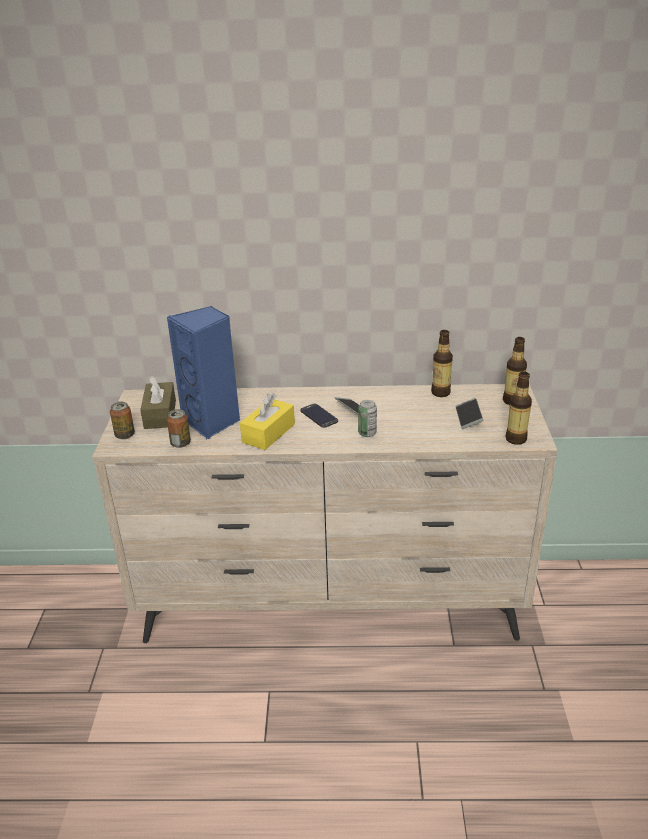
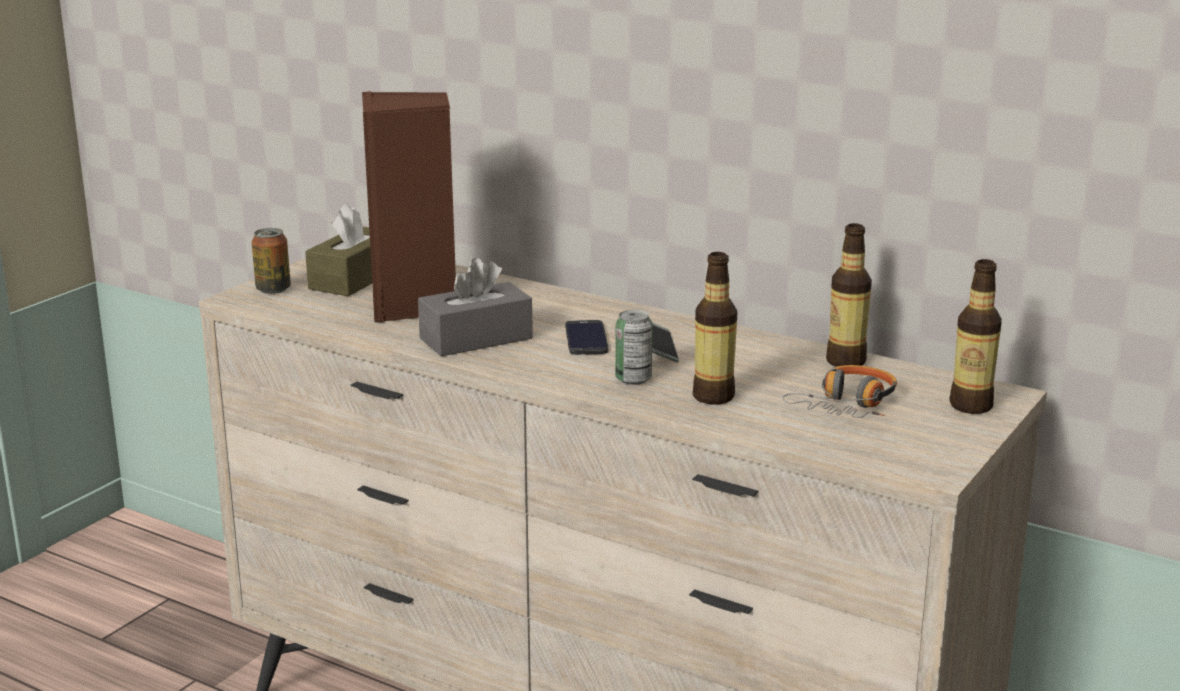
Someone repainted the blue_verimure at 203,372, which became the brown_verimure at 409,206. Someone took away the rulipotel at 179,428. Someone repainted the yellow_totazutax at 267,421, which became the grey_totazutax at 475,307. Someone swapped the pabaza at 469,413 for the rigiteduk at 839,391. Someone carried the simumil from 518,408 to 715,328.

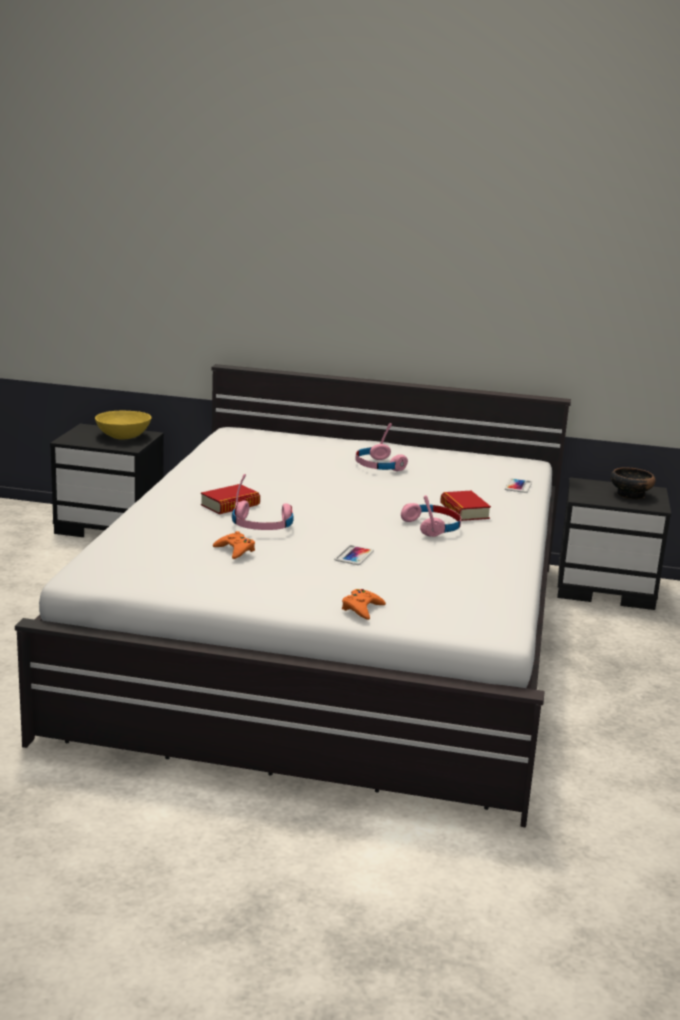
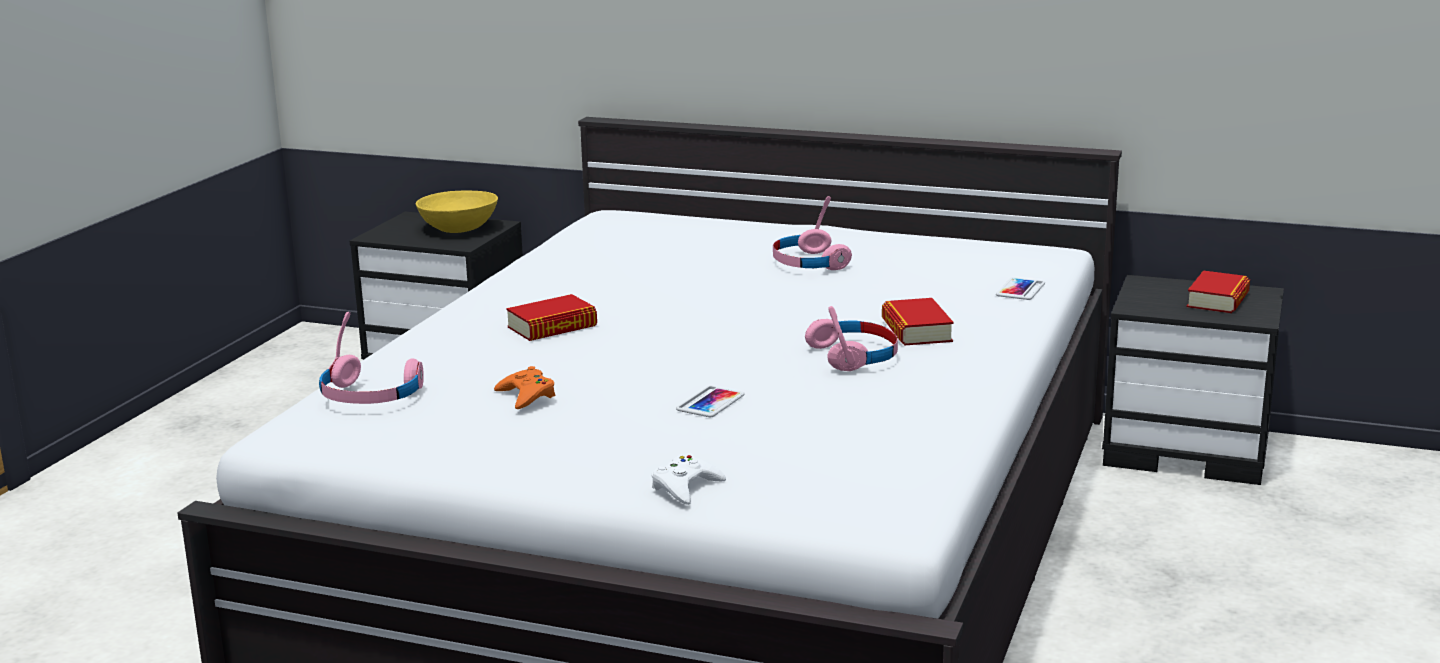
Someone carried the pink_rigiteduk from 263,502 to 371,358. Someone repainted the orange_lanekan at 364,604, which became the white_lanekan at 688,480. Someone swapped the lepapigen at 632,483 for the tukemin at 1218,291.

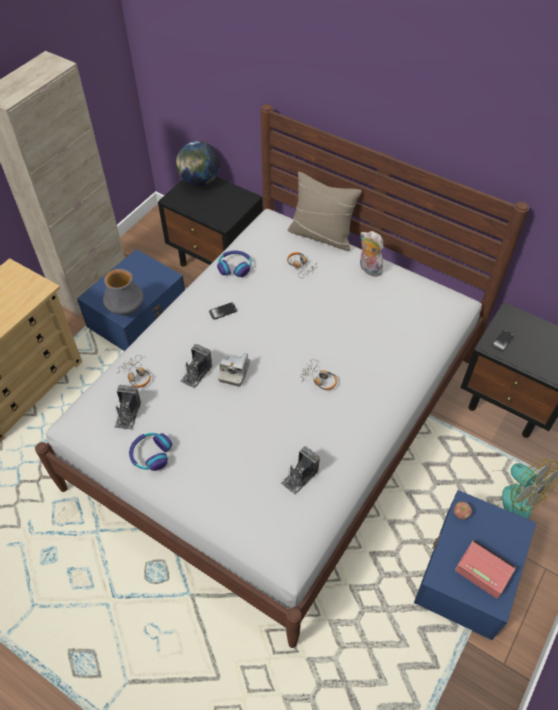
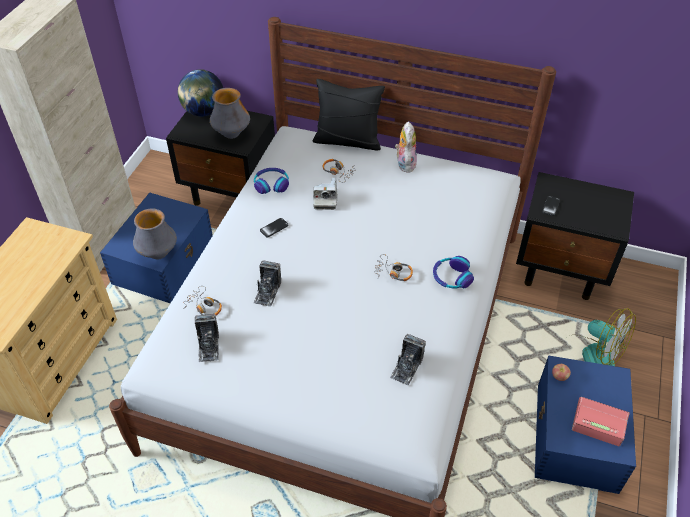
Someone carried the rigiteduk from 150,452 to 453,272. Someone carried the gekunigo from 234,370 to 325,194. Someone repainted the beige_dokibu at 325,211, which became the black_dokibu at 348,114. Someone rotated the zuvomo at 371,254 by 60 degrees clockwise. Someone put down the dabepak at 230,113.

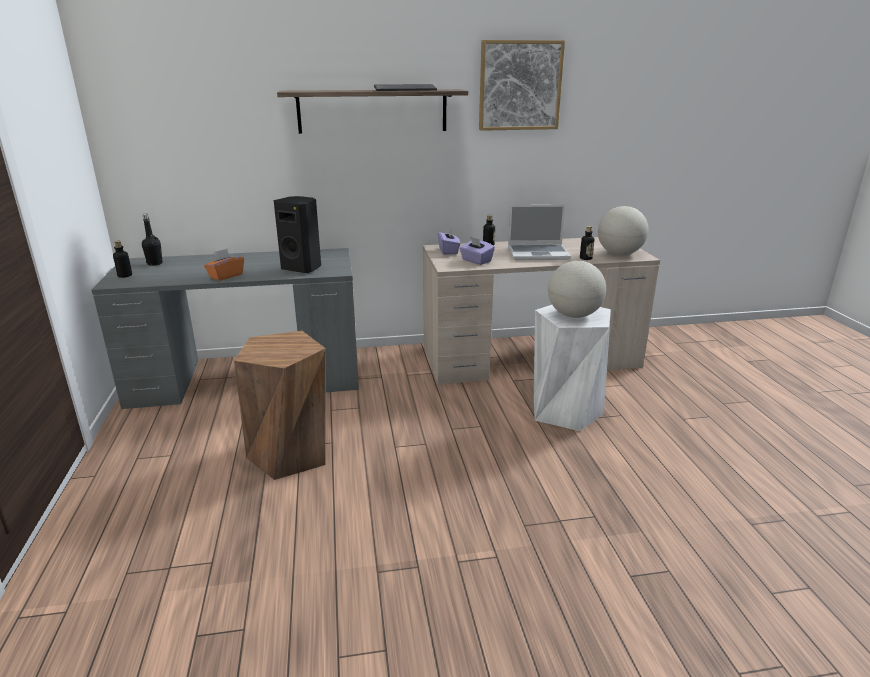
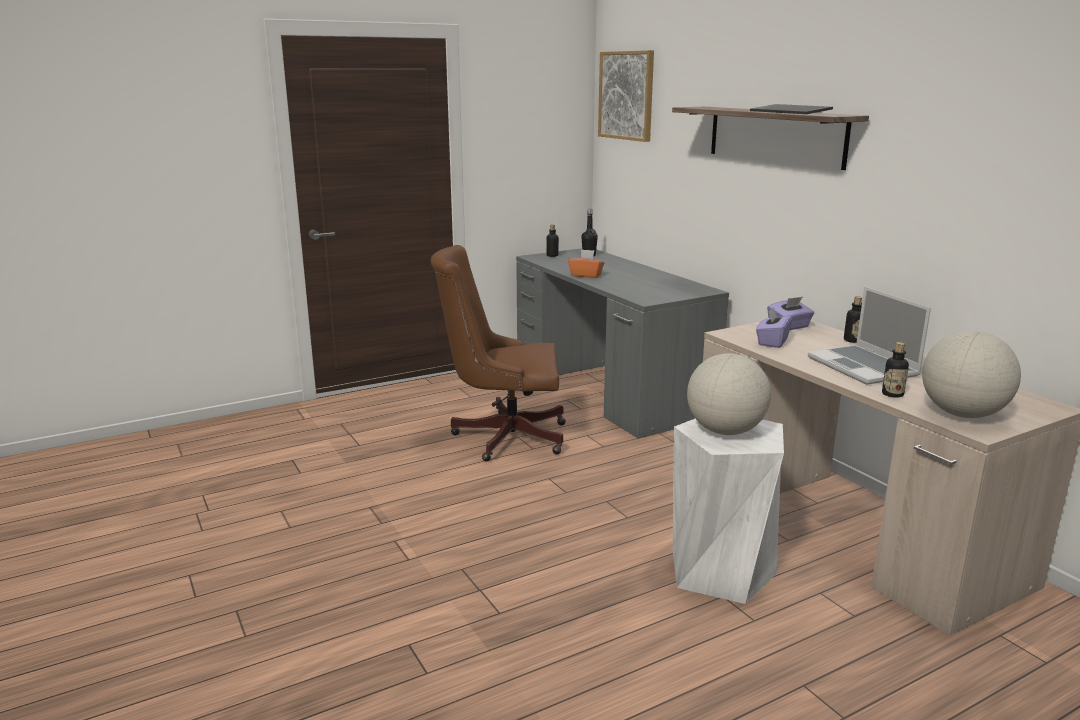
Someone swapped the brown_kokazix at 280,405 for the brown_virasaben at 498,353. Someone took away the black_verimure at 297,234. Someone carried the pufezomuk from 522,85 to 626,96.

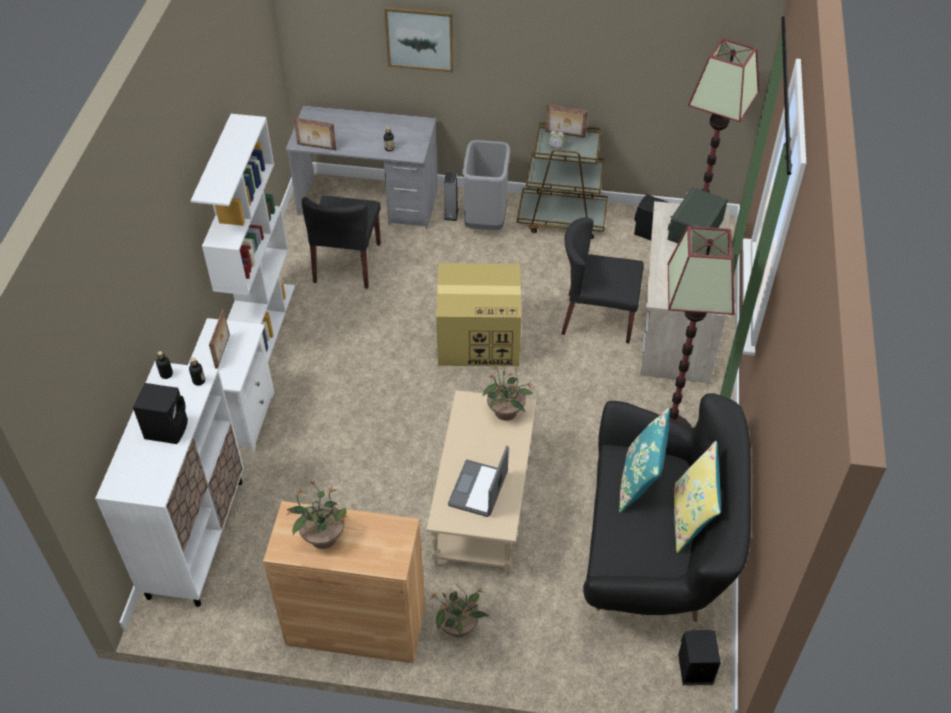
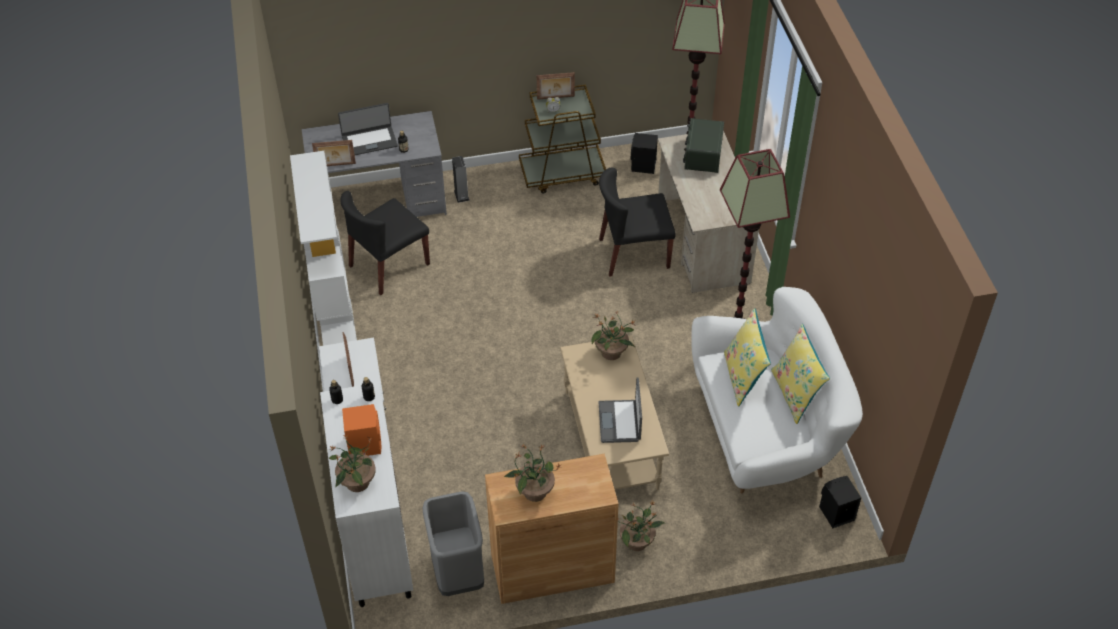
Someone repainted the black_verimure at 160,413, which became the orange_verimure at 361,430. Someone rotated the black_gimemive at 341,242 by 60 degrees clockwise. Someone took away the pufezomuk at 419,39. Someone took away the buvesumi at 478,314. Someone carried the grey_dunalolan from 486,185 to 453,543. Someone repainted the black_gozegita at 667,507, which became the white_gozegita at 777,390. Someone repainted the turquoise_dokibu at 644,460, which became the yellow_dokibu at 747,357. Someone put down the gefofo at 352,463. Someone put down the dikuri at 368,129.

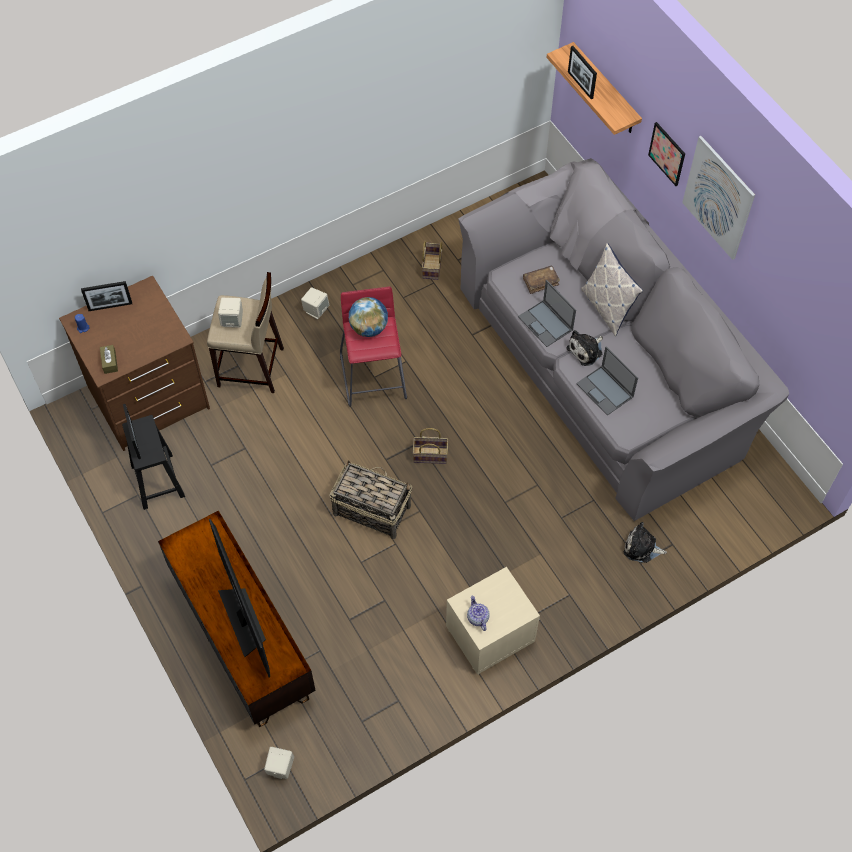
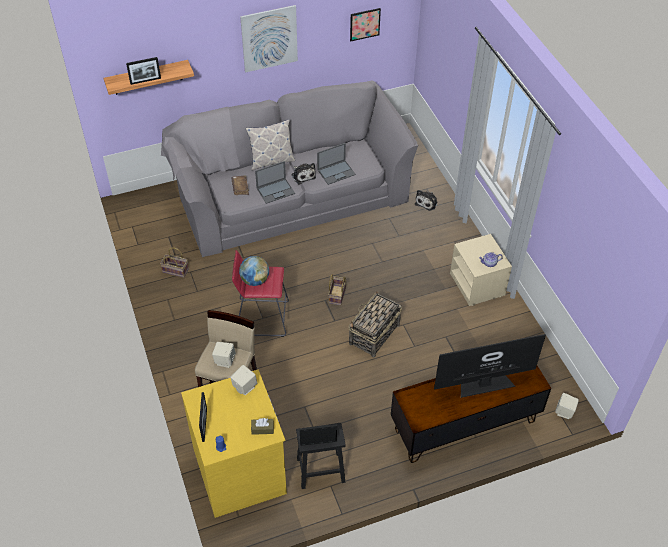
Someone repainted the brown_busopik at 134,363, which became the yellow_busopik at 234,444. Someone carried the beige_verimure from 315,303 to 243,380. Someone carried the pufezomuk from 666,154 to 365,24.

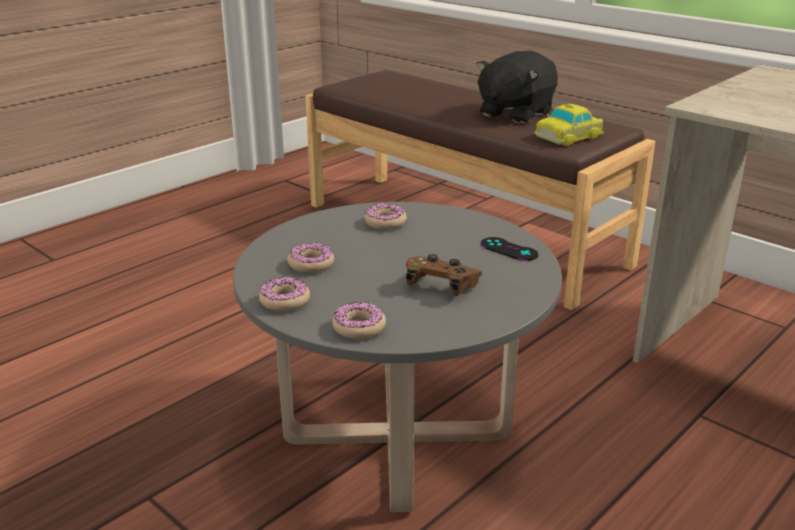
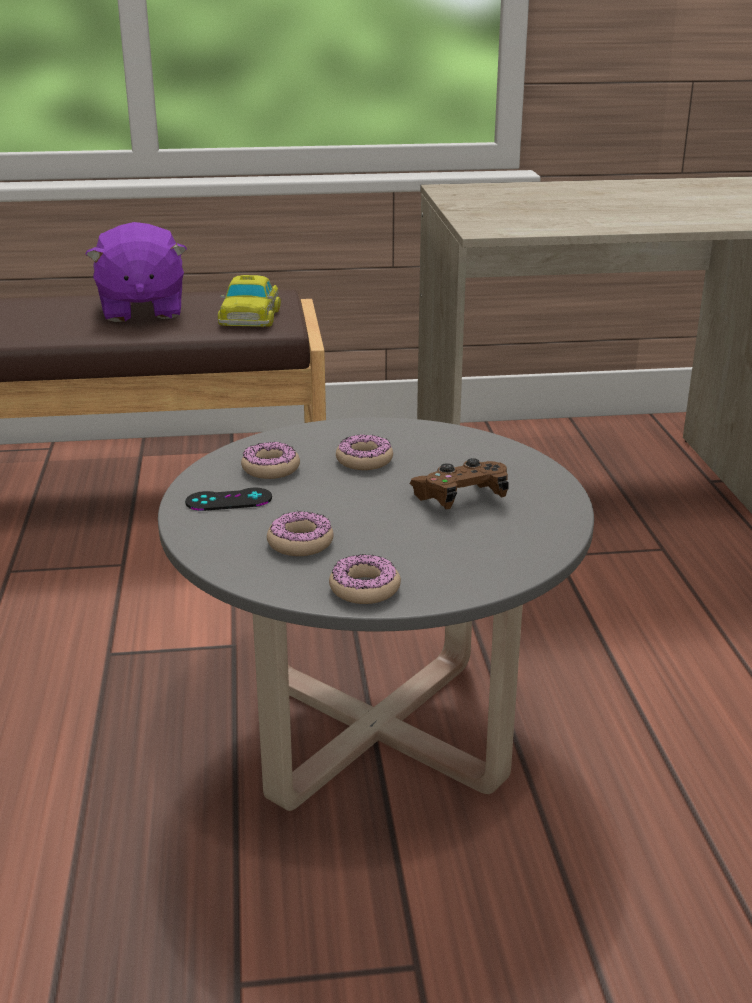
Someone carried the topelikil from 359,320 to 364,452. Someone repainted the black_zuvomo at 517,87, which became the purple_zuvomo at 136,272. Someone carried the black_lanekan from 509,249 to 228,499.

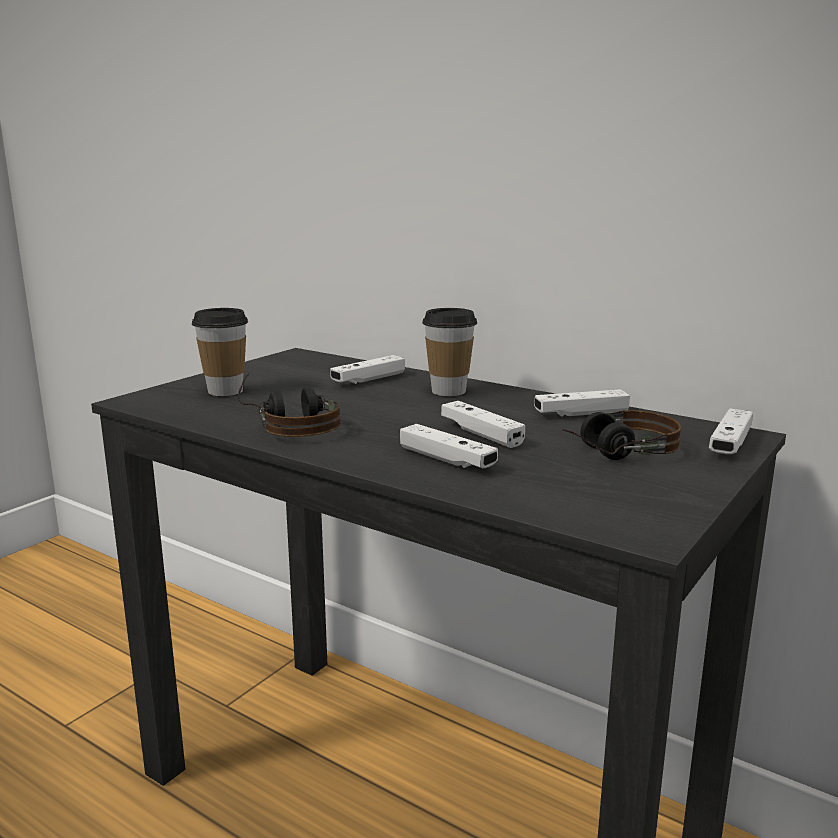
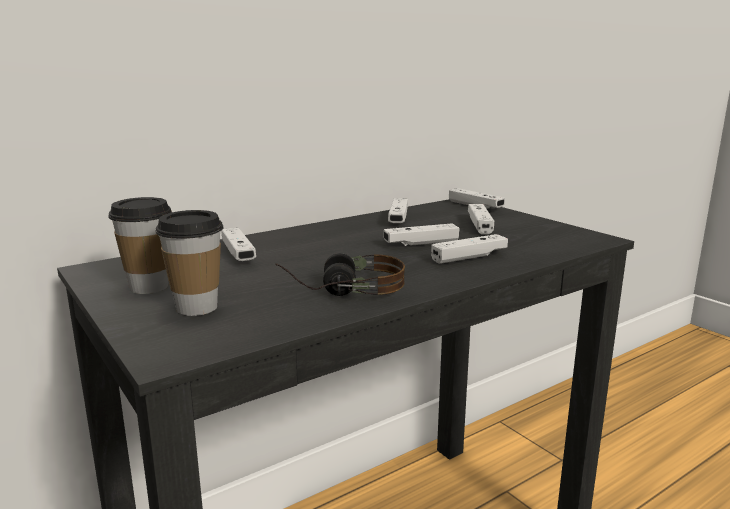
Someone carried the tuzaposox from 449,352 to 140,245. Someone swapped the rigiteduk at 621,435 for the white_lanekan at 481,219.

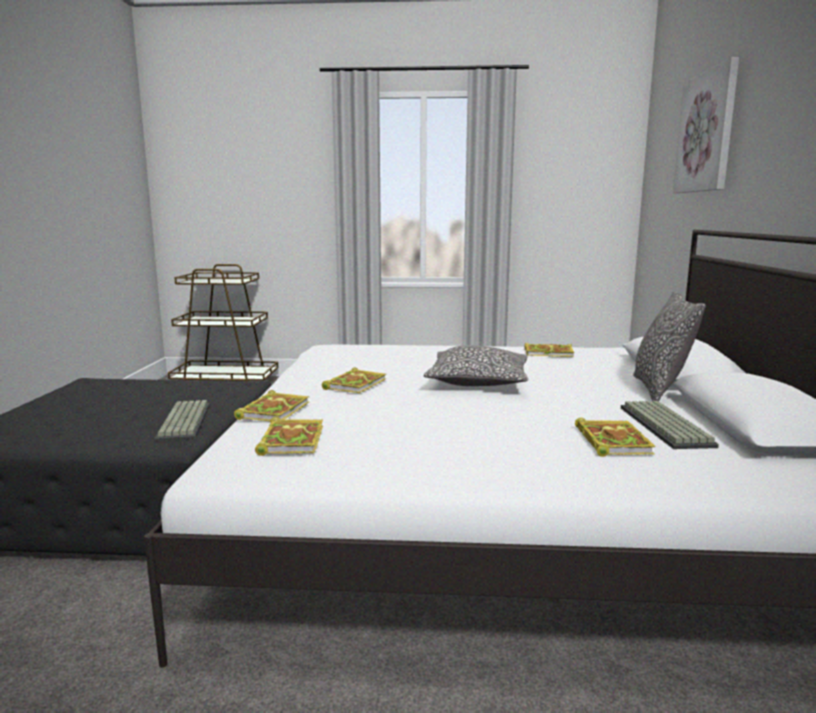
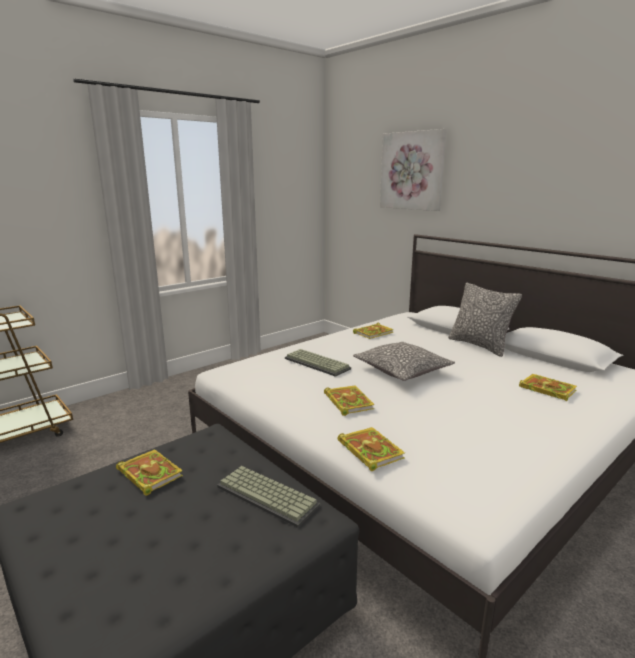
Someone carried the tukemin from 289,436 to 149,472. Someone carried the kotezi from 670,425 to 318,363.

